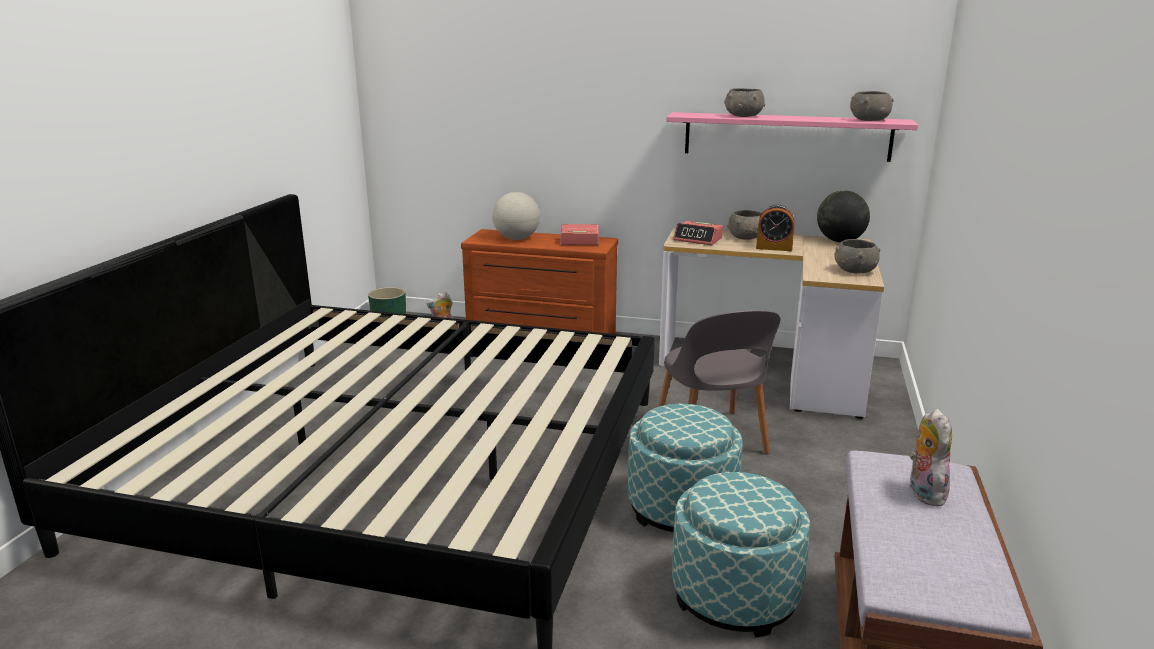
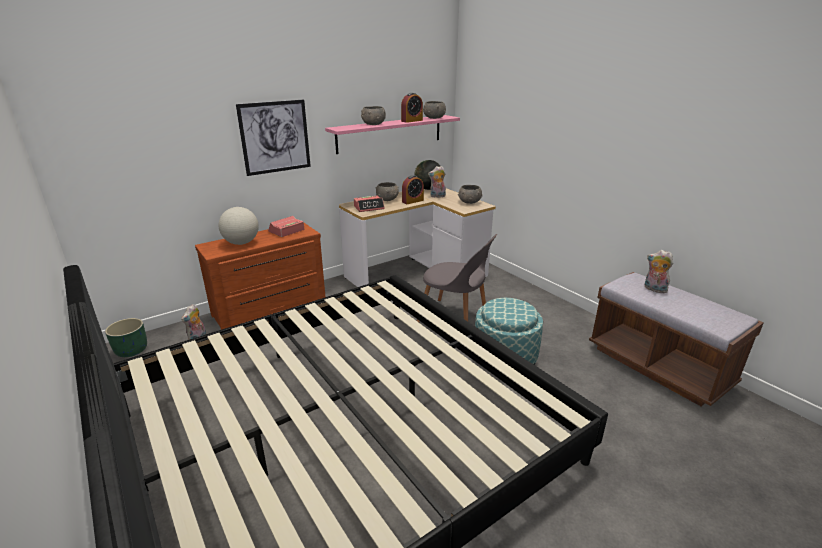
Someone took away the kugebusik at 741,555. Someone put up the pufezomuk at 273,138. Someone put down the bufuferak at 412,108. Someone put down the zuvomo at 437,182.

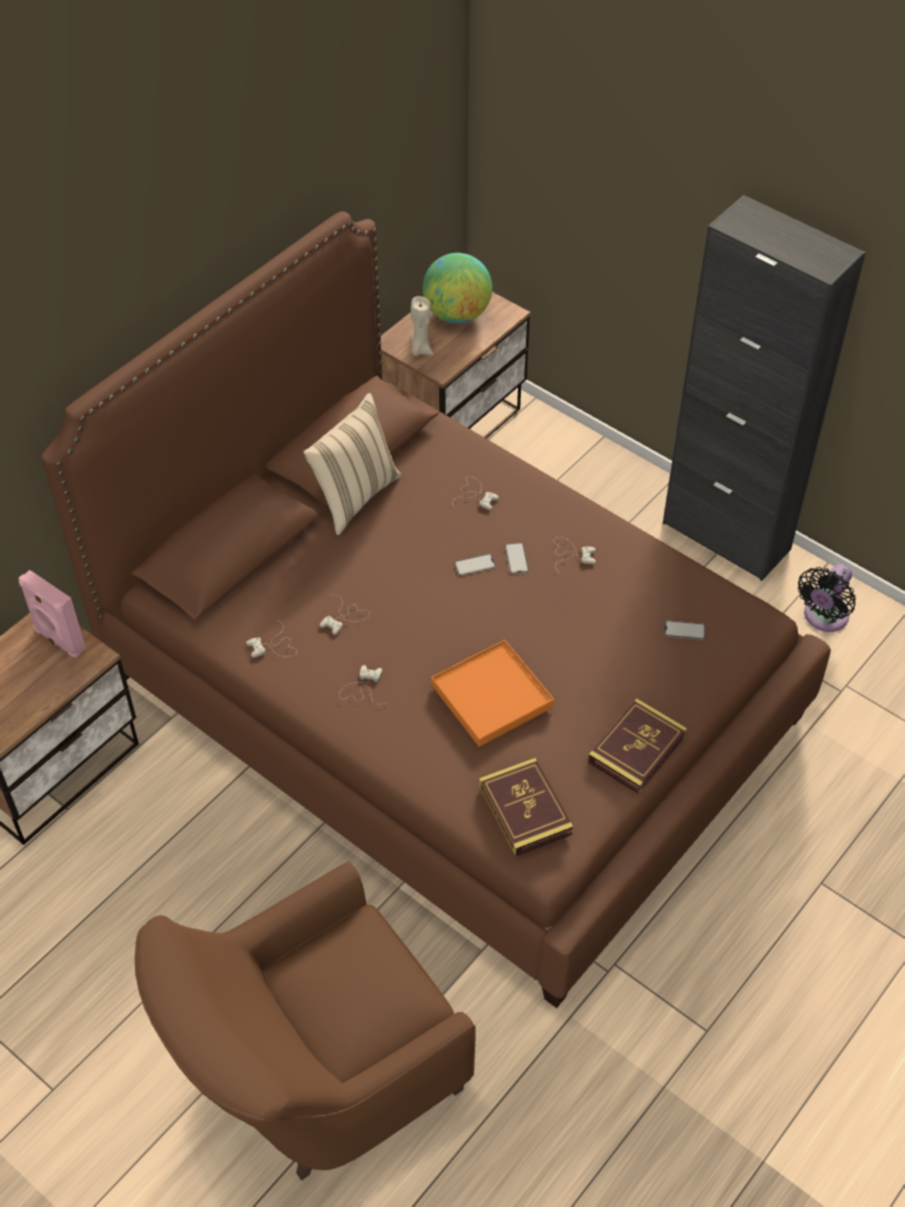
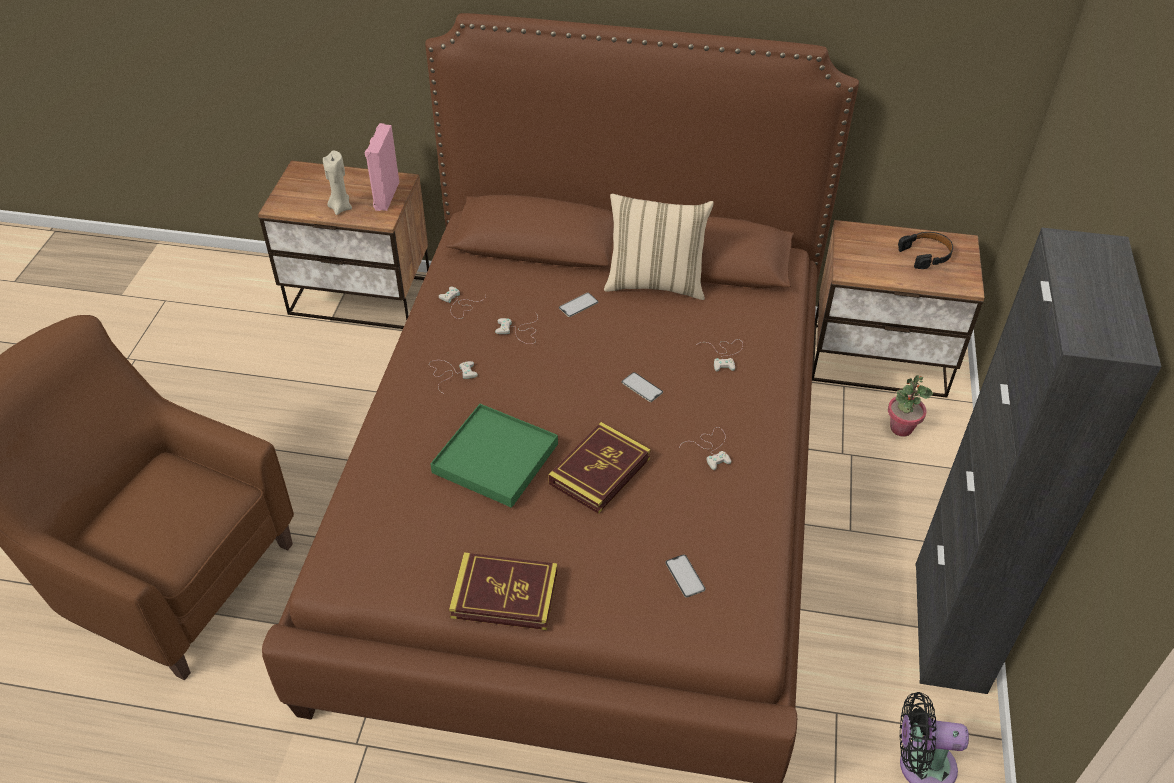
Someone carried the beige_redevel from 422,326 to 337,183. Someone swapped the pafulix at 457,288 for the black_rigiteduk at 925,250. Someone repainted the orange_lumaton at 492,693, which became the green_lumaton at 494,456. Someone carried the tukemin from 526,807 to 599,468. Someone carried the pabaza from 517,558 to 578,305. Someone put down the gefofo at 910,406.

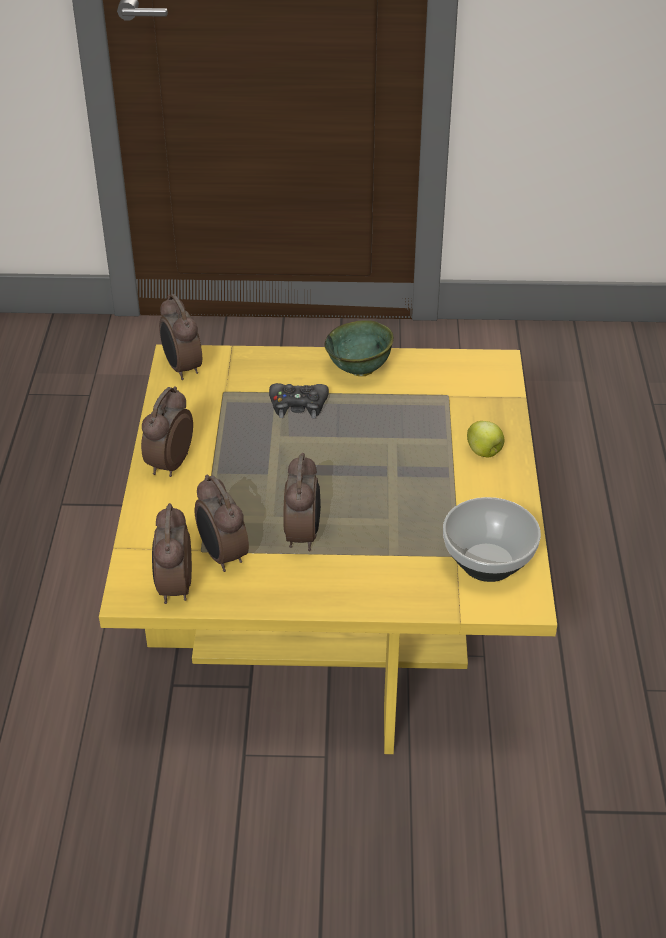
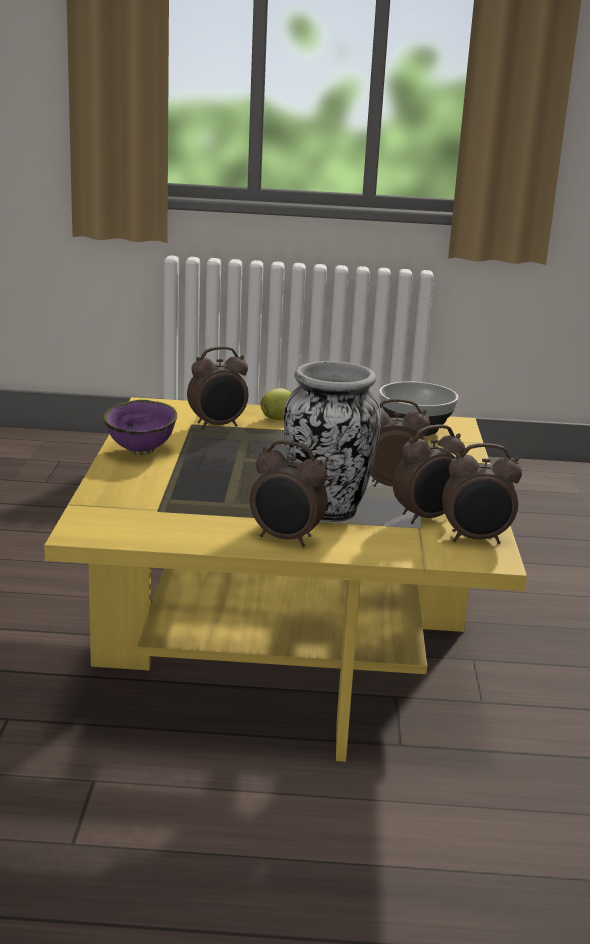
Someone carried the bufuferak from 180,337 to 217,388. Someone took away the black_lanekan at 299,400. Someone repainted the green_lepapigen at 359,348, which became the purple_lepapigen at 140,427. Someone put down the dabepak at 332,441.

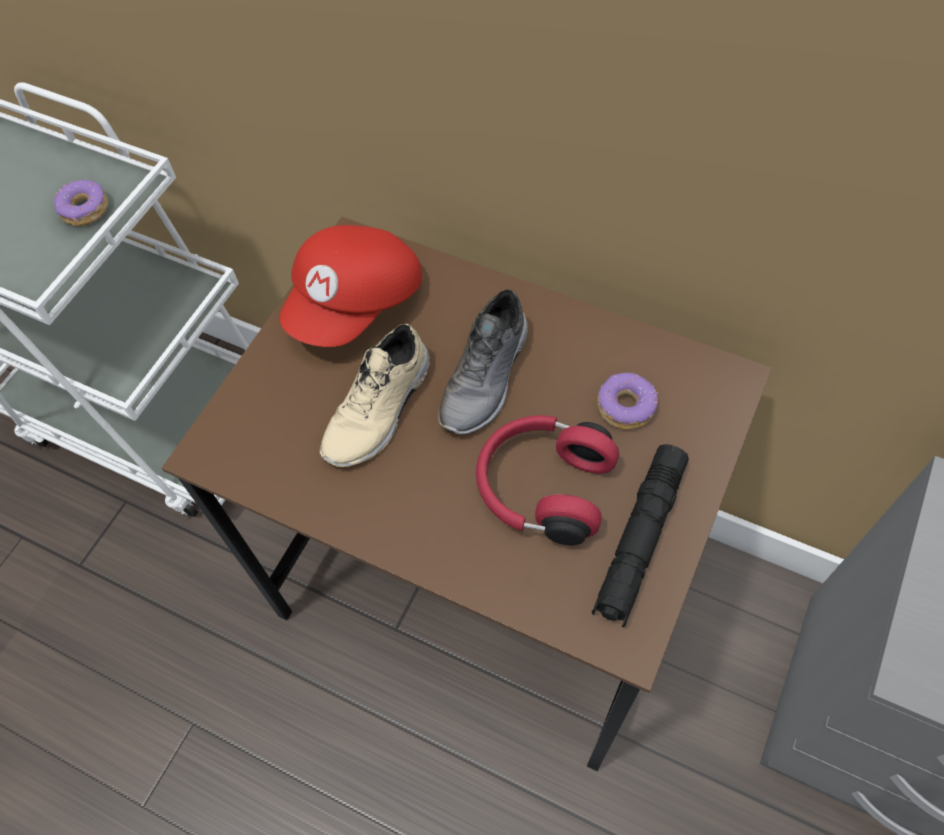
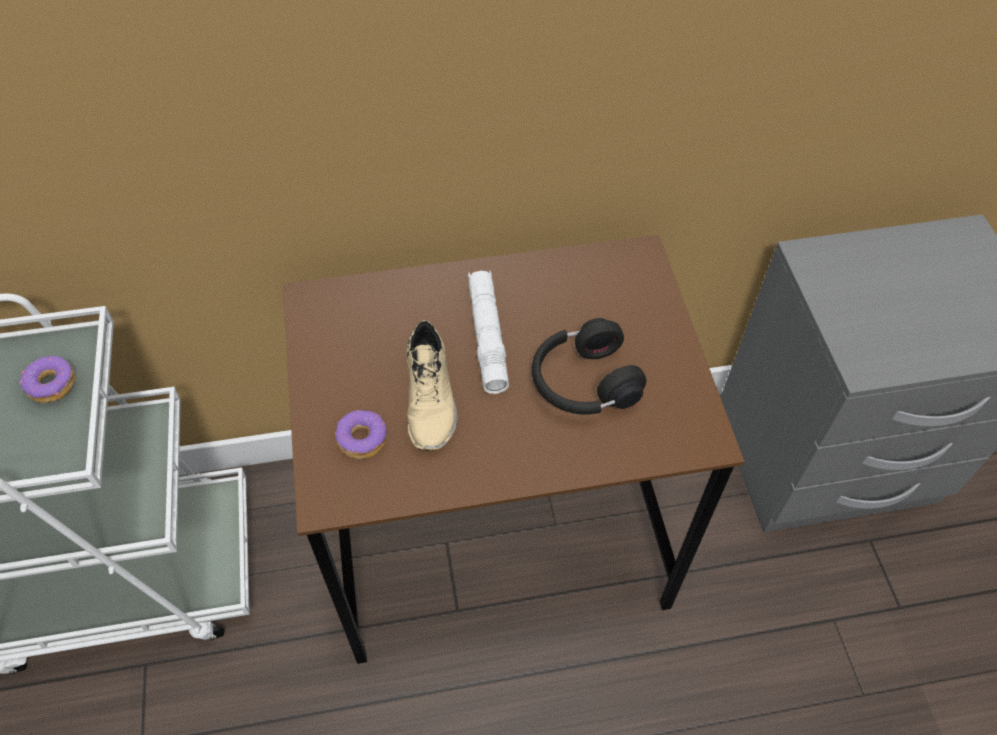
Someone took away the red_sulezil at 351,286. Someone swapped the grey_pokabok at 483,362 for the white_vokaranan at 488,332. Someone repainted the red_rigiteduk at 547,481, which became the black_rigiteduk at 589,366. Someone took away the black_vokaranan at 640,535. Someone carried the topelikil from 627,401 to 361,434.

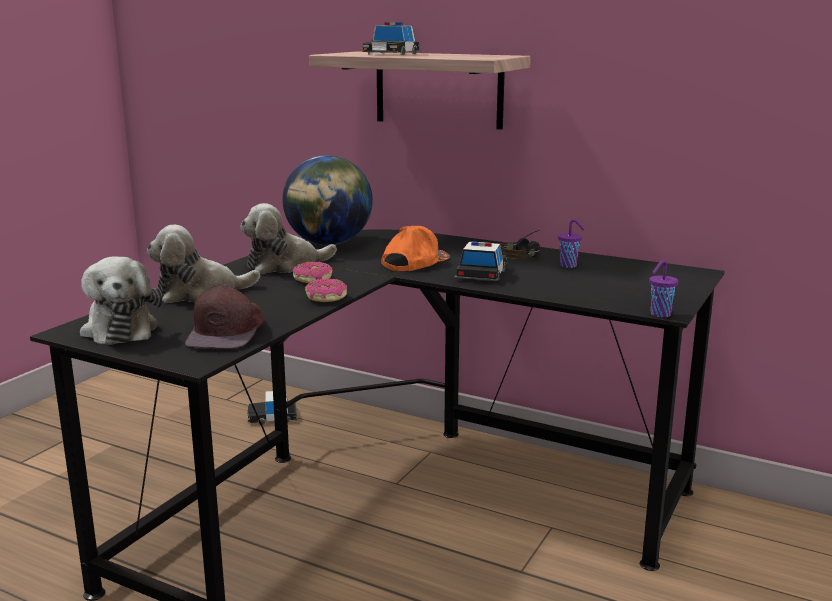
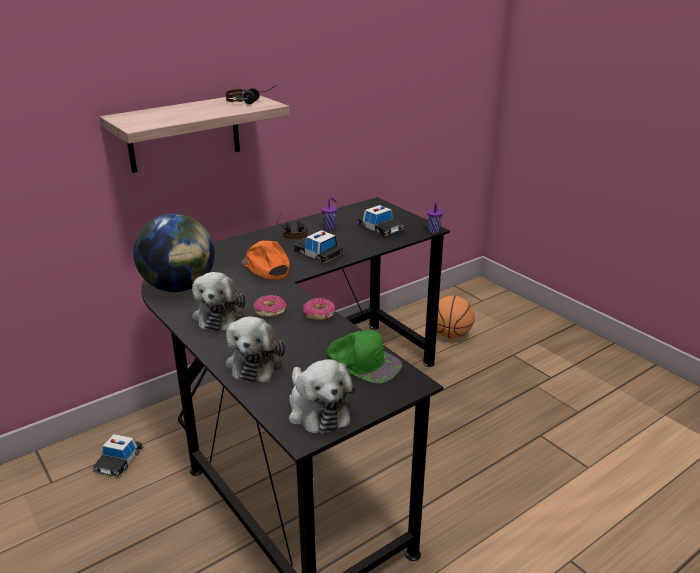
Someone rotated the zuvomo at 121,300 by 60 degrees clockwise. Someone repainted the brown_sulezil at 224,316, which became the green_sulezil at 364,357. Someone carried the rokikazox from 391,38 to 380,220. Someone put down the rigiteduk at 251,95. Someone put down the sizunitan at 456,317.

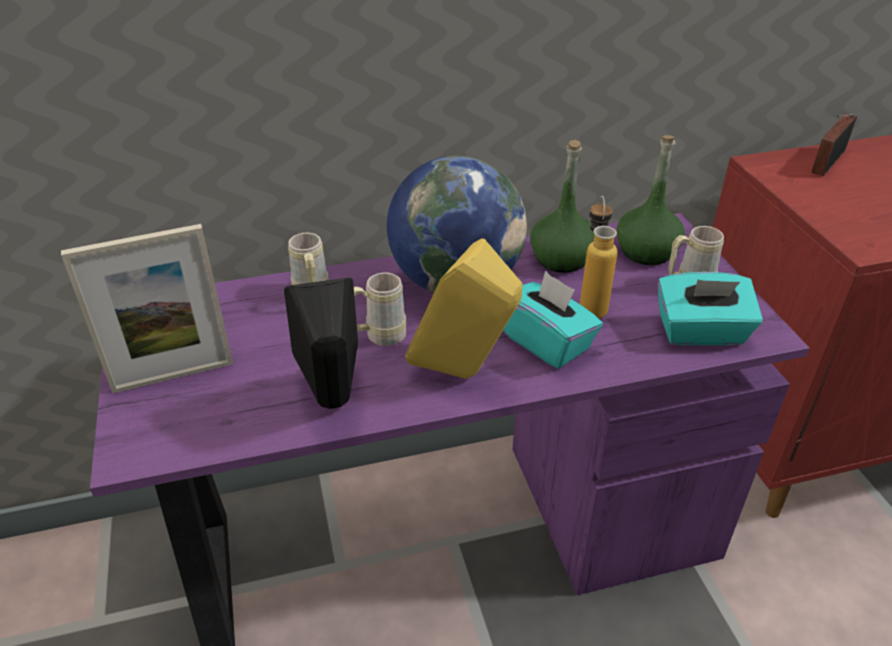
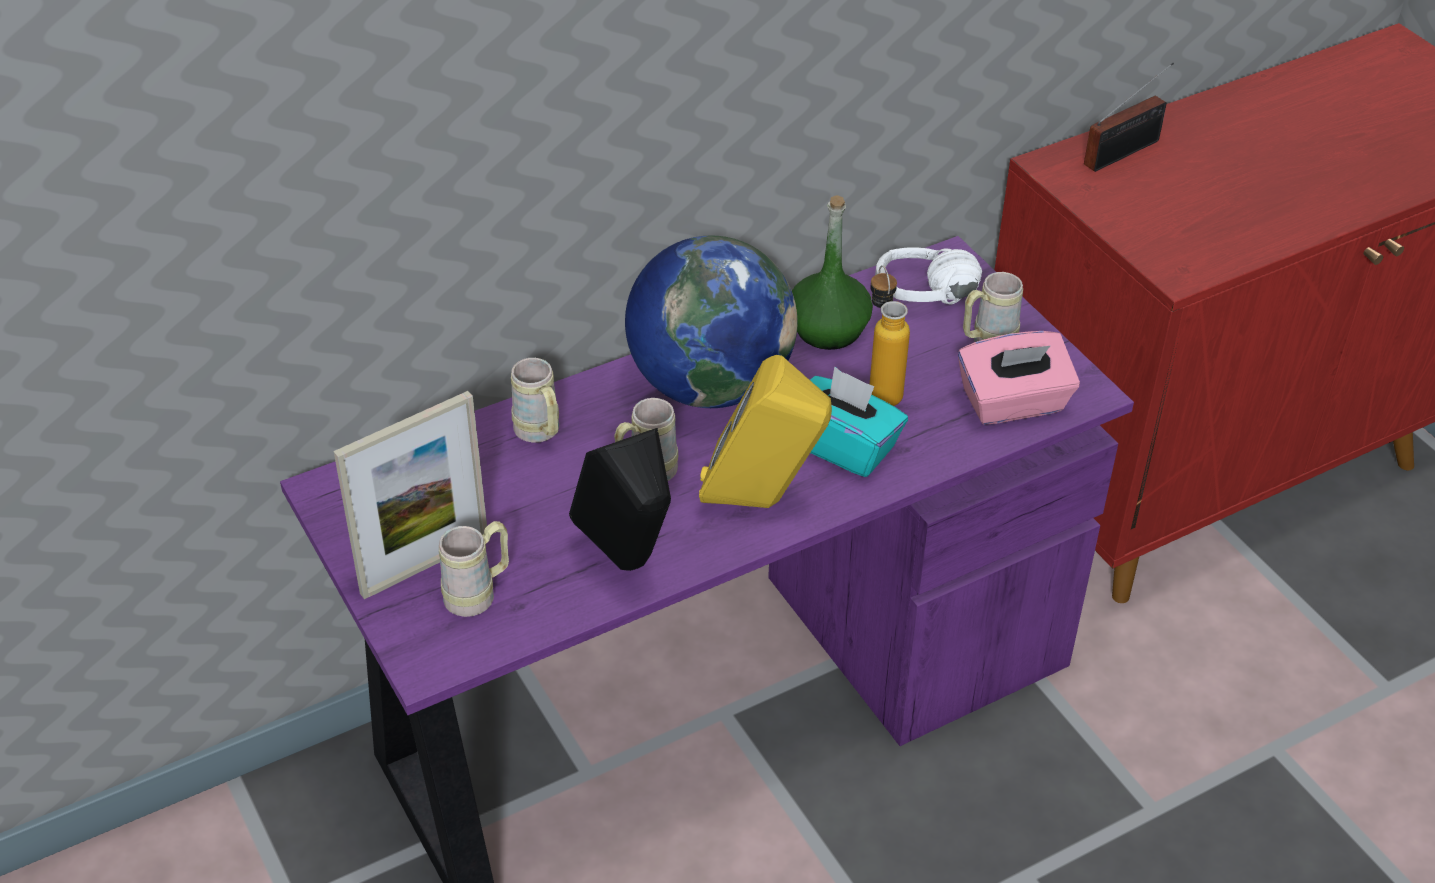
Someone swapped the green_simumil at 651,200 for the white_rigiteduk at 928,275. Someone repainted the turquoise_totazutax at 710,308, which became the pink_totazutax at 1019,378. Someone rotated the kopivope at 834,144 by 150 degrees counterclockwise. Someone put down the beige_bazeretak at 474,569.

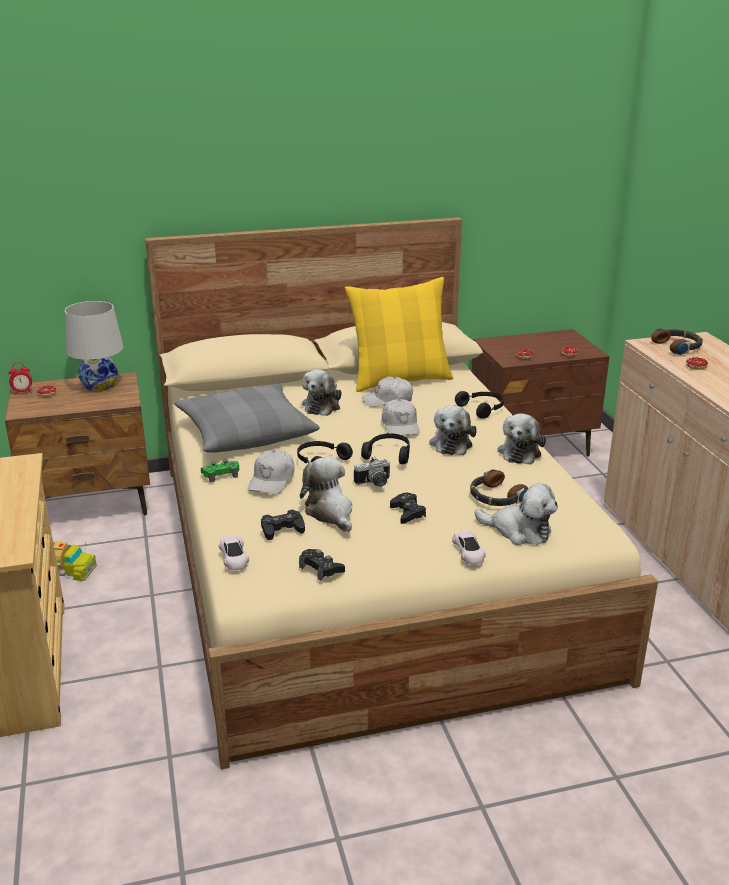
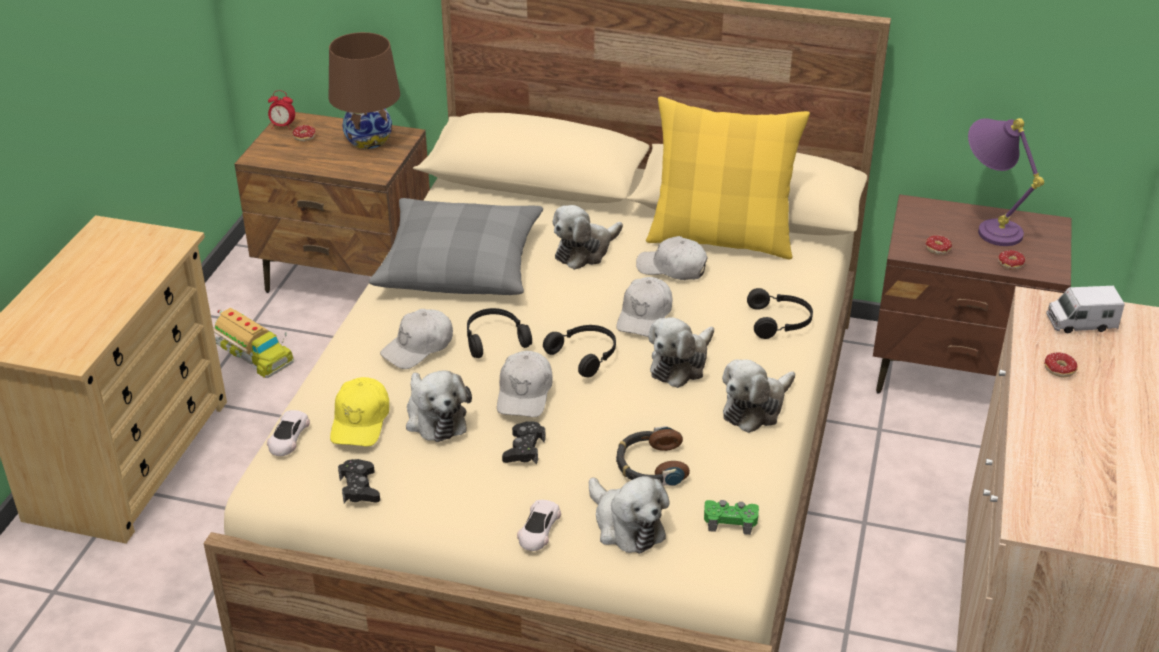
Someone repainted the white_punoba at 94,346, which became the brown_punoba at 364,90. Someone carried the green_lanekan from 220,471 to 731,517. Someone swapped the black_lanekan at 283,525 for the yellow_sulezil at 359,412. Someone rotated the zuvomo at 326,494 by 150 degrees clockwise. Someone swapped the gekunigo at 372,471 for the white_sulezil at 525,384. Someone swapped the rigiteduk at 677,341 for the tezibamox at 1085,309. Someone put down the purple_punoba at 1006,182.

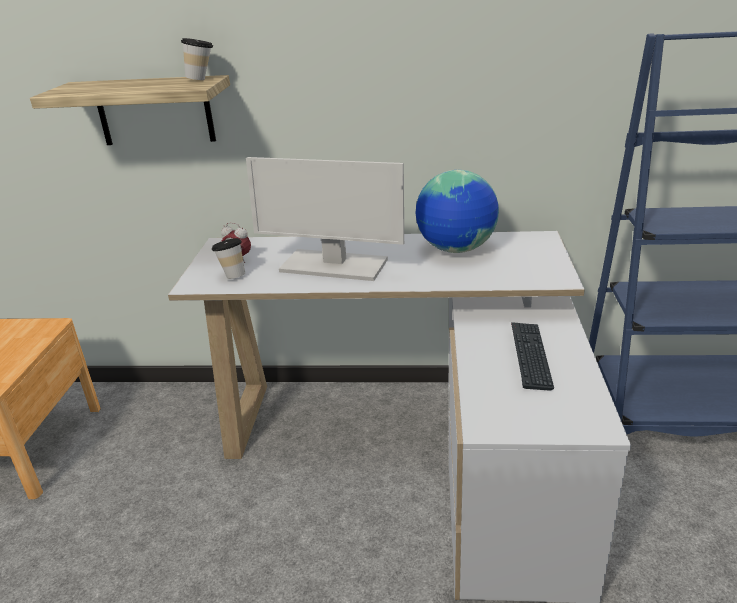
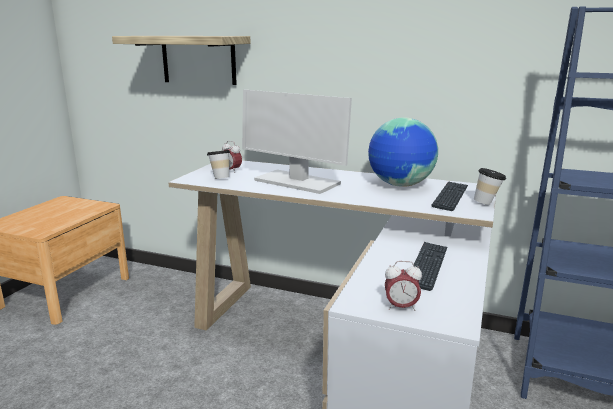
Someone carried the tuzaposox from 197,59 to 490,186. Someone put down the bufuferak at 403,286. Someone put down the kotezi at 449,196.

